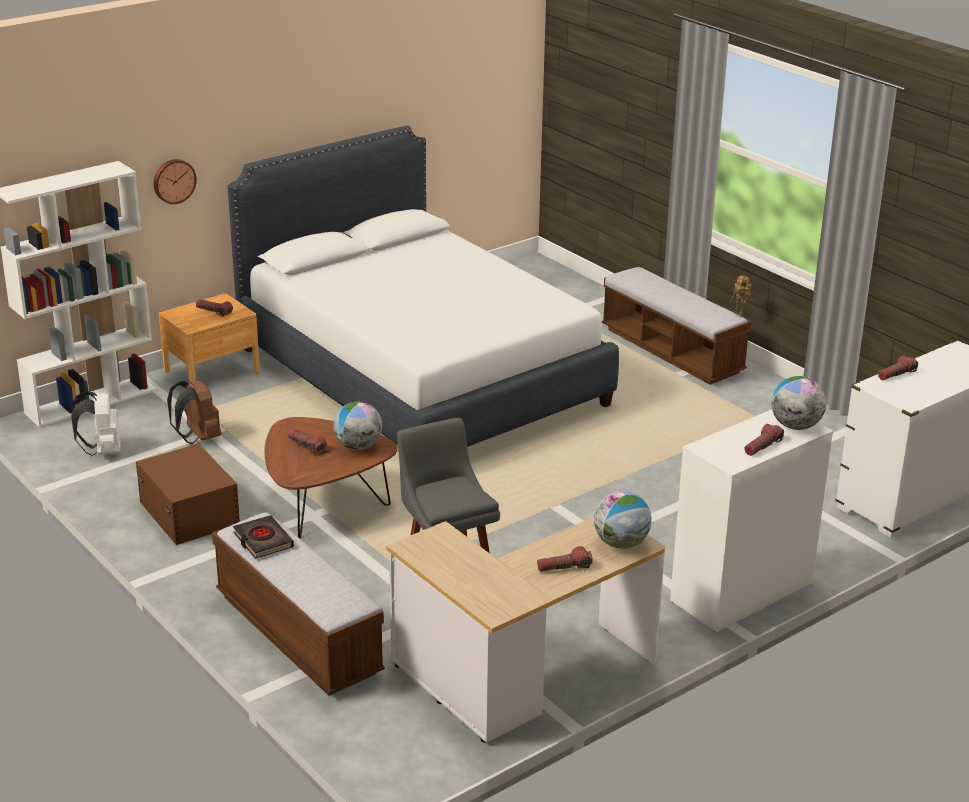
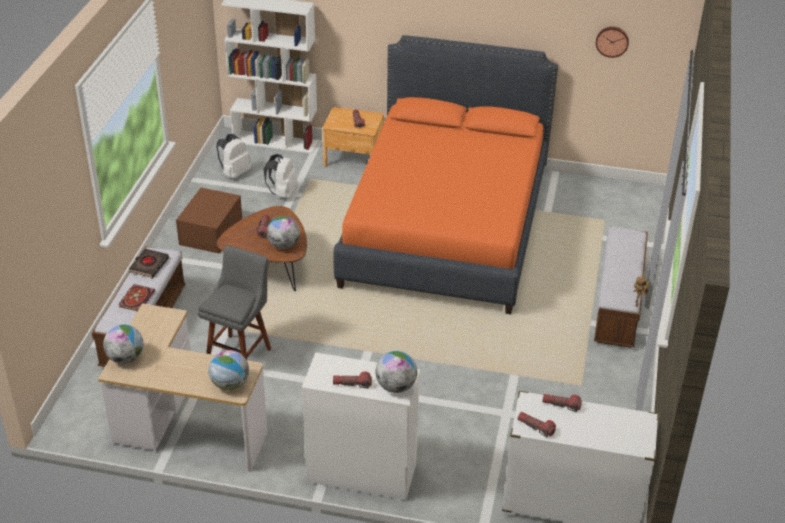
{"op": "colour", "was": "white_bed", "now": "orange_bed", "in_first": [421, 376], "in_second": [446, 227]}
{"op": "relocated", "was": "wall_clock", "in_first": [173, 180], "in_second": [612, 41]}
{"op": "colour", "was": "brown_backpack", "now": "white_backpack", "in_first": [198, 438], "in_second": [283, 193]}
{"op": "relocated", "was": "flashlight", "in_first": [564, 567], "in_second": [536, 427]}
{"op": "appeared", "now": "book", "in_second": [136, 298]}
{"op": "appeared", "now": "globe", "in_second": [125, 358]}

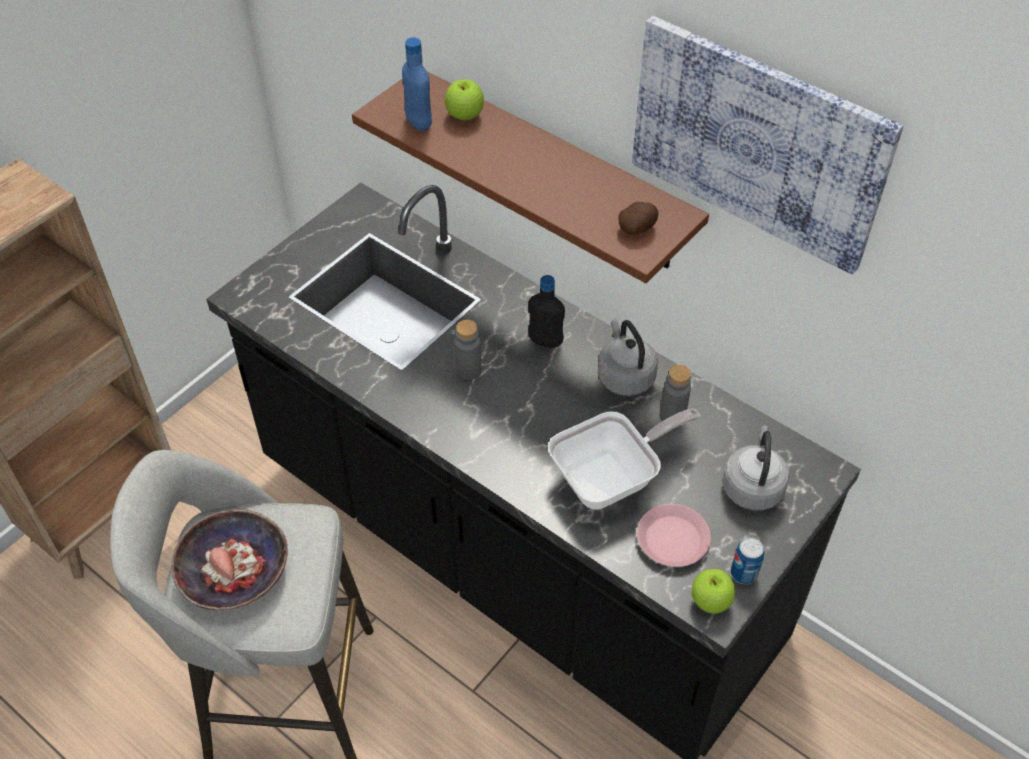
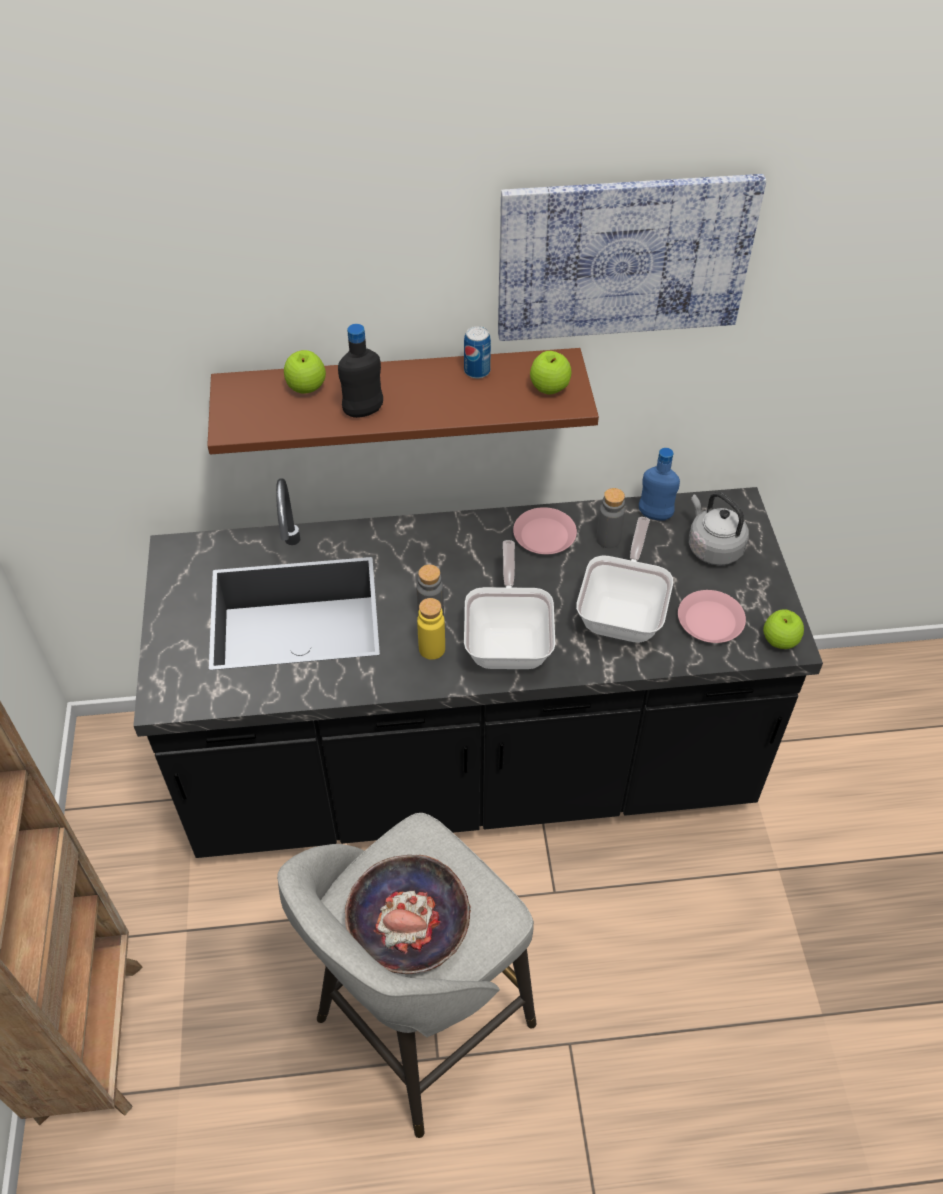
{"op": "relocated", "was": "blue_bottle", "in_first": [419, 123], "in_second": [655, 515]}
{"op": "exchanged", "was": "potato", "now": "apple", "in_first": [637, 229], "in_second": [549, 388]}
{"op": "relocated", "was": "black_bottle", "in_first": [545, 342], "in_second": [363, 411]}
{"op": "exchanged", "was": "grey_kettle", "now": "pink_plate", "in_first": [624, 376], "in_second": [544, 536]}
{"op": "relocated", "was": "can", "in_first": [744, 573], "in_second": [477, 371]}
{"op": "appeared", "now": "frying_pan", "in_second": [509, 640]}
{"op": "appeared", "now": "yellow_bottle", "in_second": [432, 649]}

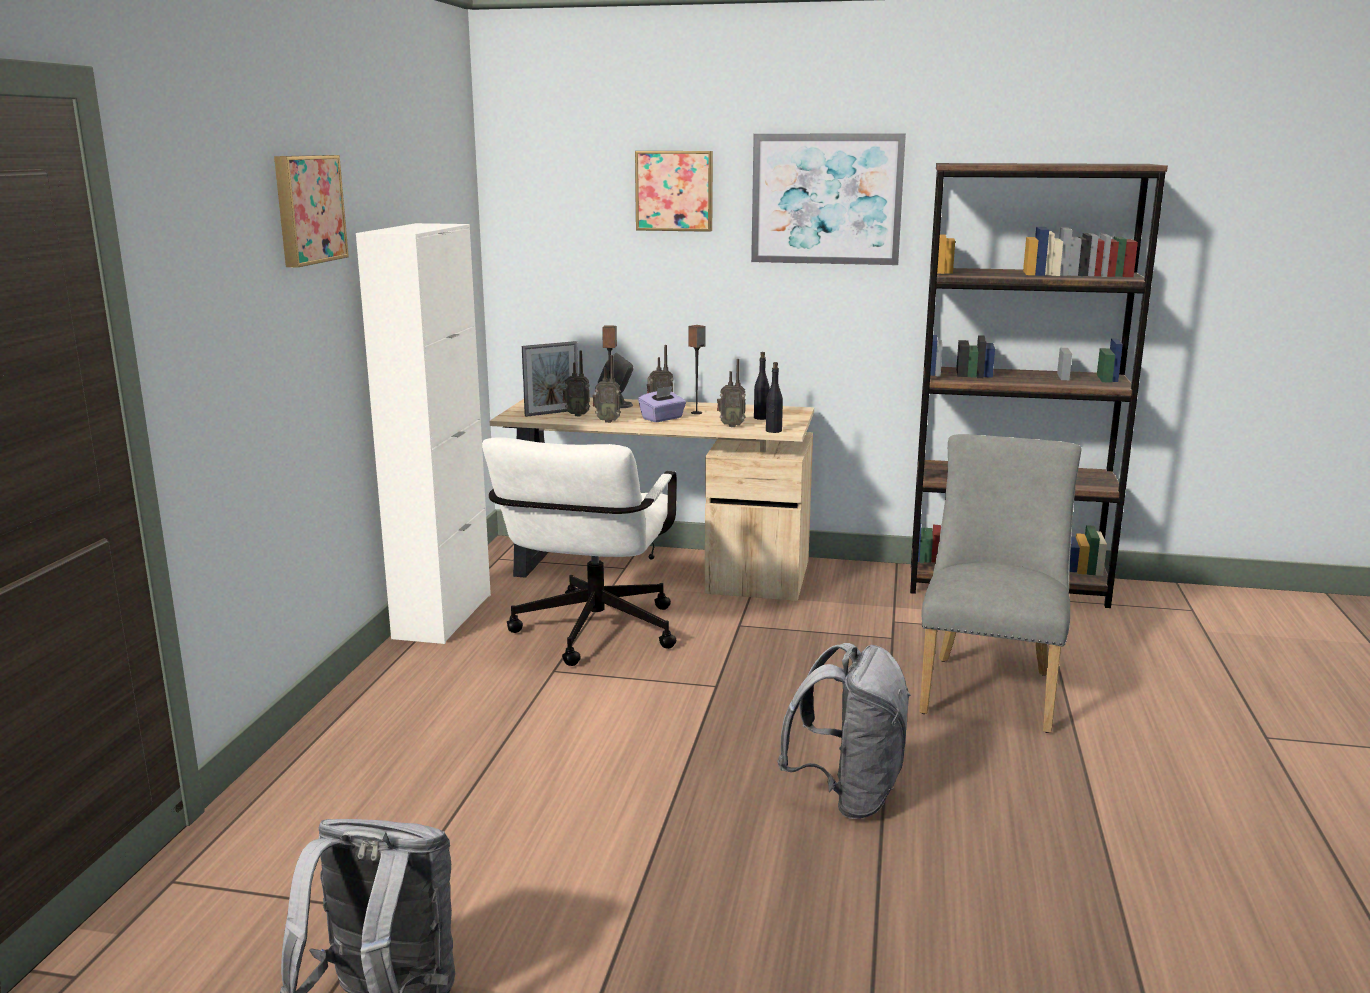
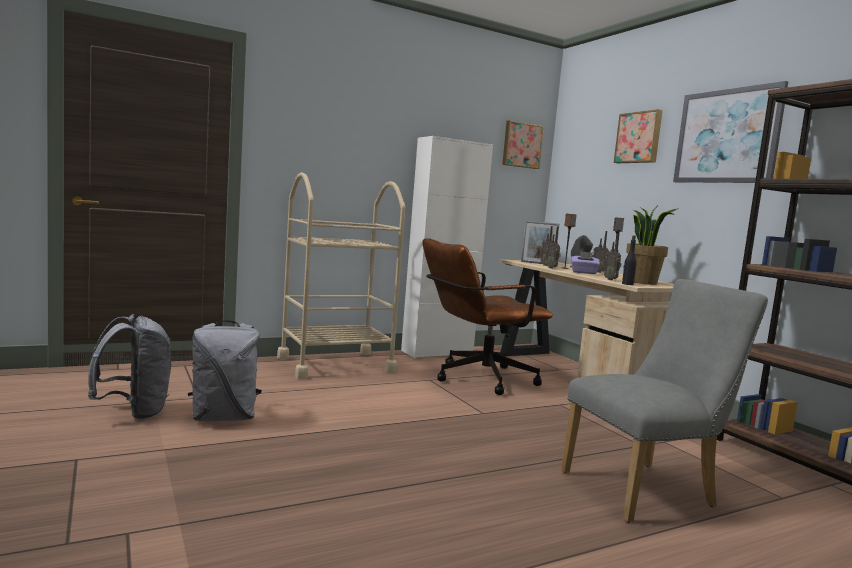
{"op": "relocated", "was": "picture", "in_first": [307, 209], "in_second": [521, 145]}
{"op": "exchanged", "was": "black_bottle", "now": "potted_plant", "in_first": [761, 418], "in_second": [643, 282]}
{"op": "colour", "was": "white_office_chair", "now": "brown_office_chair", "in_first": [591, 636], "in_second": [476, 379]}
{"op": "relocated", "was": "grey_backpack", "in_first": [847, 795], "in_second": [224, 417]}
{"op": "appeared", "now": "beige_cart", "in_second": [336, 364]}

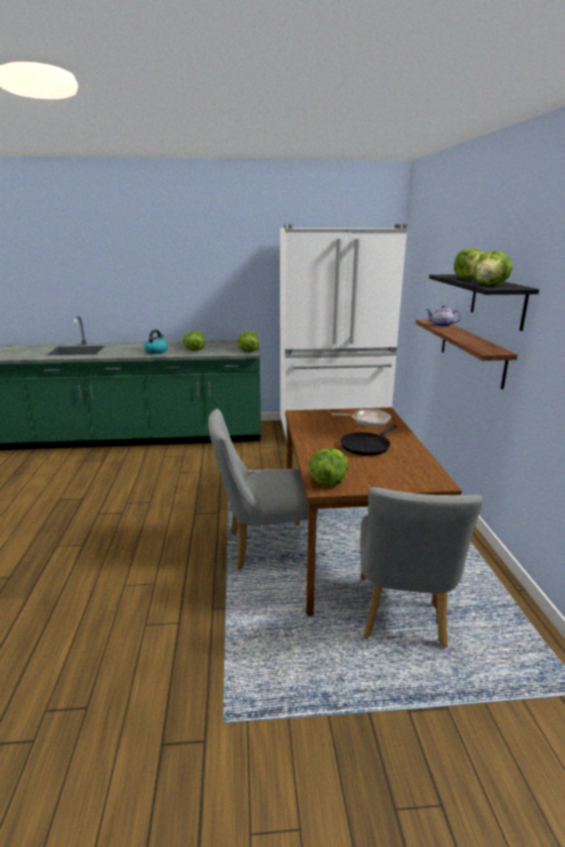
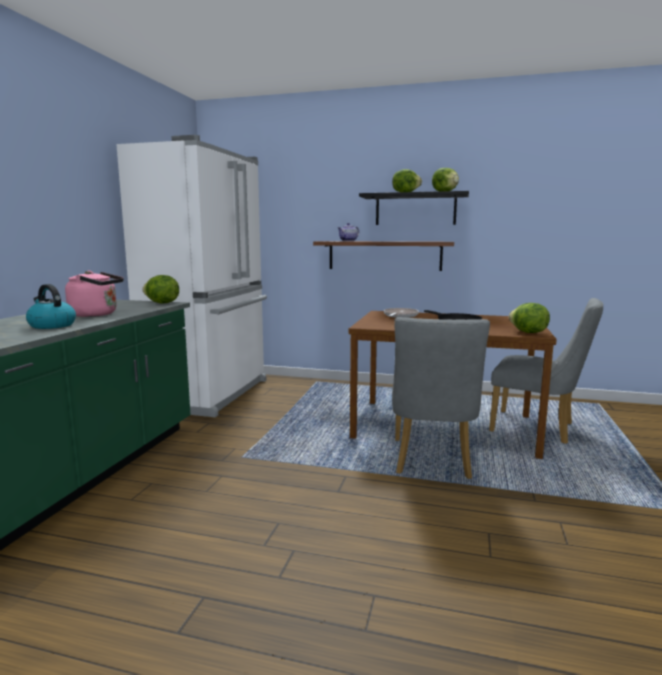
{"op": "exchanged", "was": "lettuce", "now": "pink_kettle", "in_first": [194, 350], "in_second": [97, 314]}

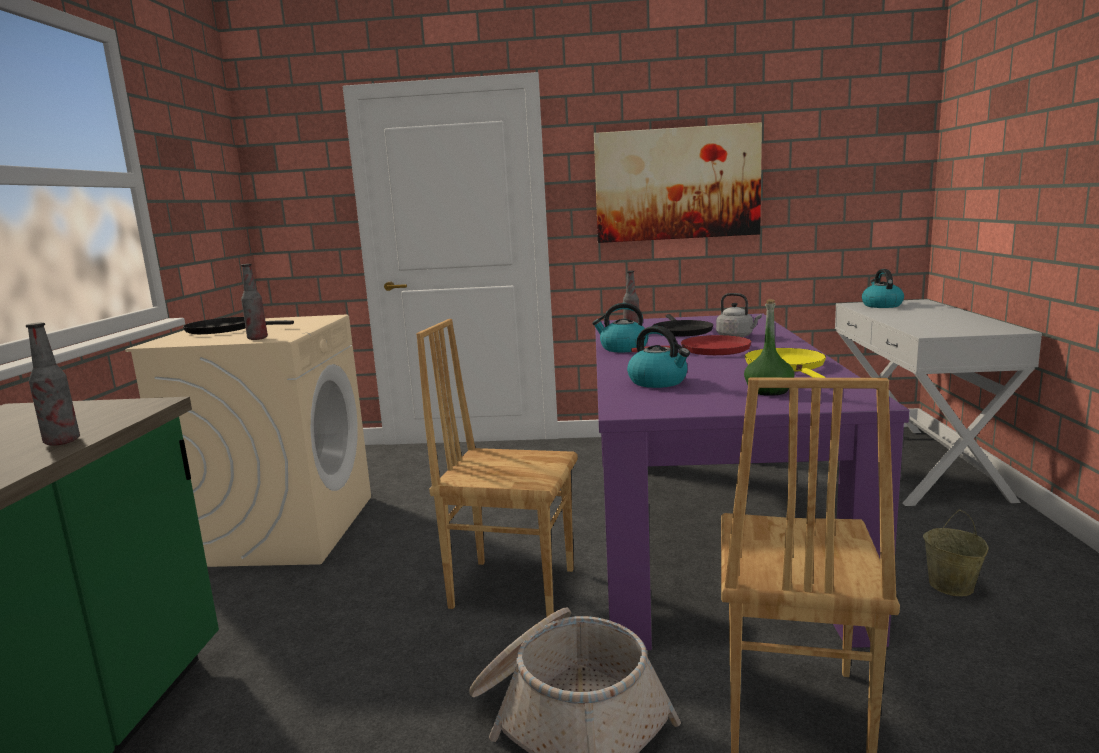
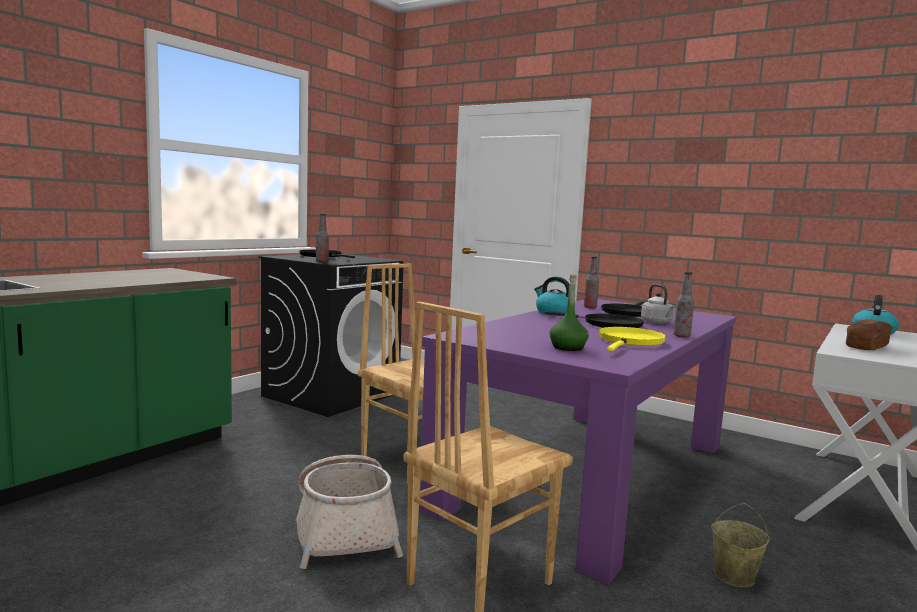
{"op": "missing", "was": "picture", "in_first": [677, 184]}
{"op": "colour", "was": "beige_washing_machine", "now": "black_washing_machine", "in_first": [281, 529], "in_second": [331, 394]}
{"op": "relocated", "was": "bottle", "in_first": [62, 442], "in_second": [681, 336]}
{"op": "missing", "was": "kettle", "in_first": [658, 382]}
{"op": "colour", "was": "red_frying_pan", "now": "black_frying_pan", "in_first": [710, 350], "in_second": [608, 325]}
{"op": "appeared", "now": "bread", "in_second": [867, 346]}

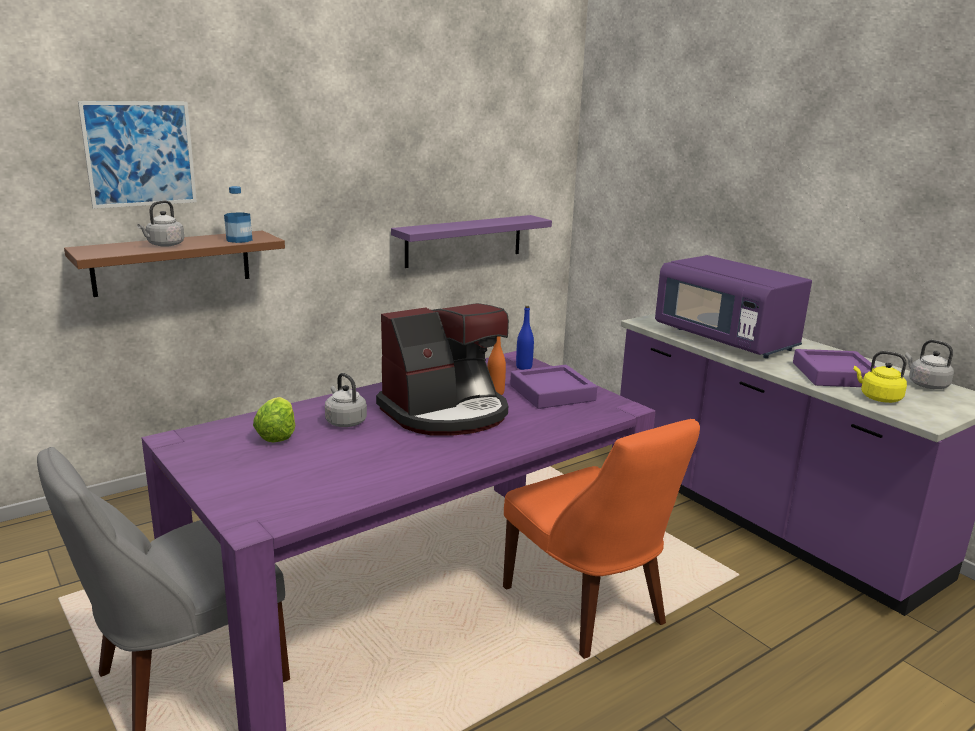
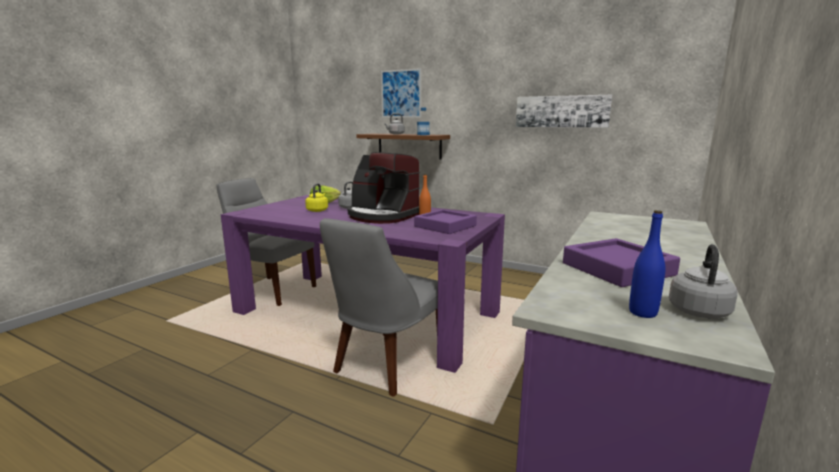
{"op": "missing", "was": "purple_shelf", "in_first": [464, 240]}
{"op": "missing", "was": "purple_microwave", "in_first": [725, 339]}
{"op": "relocated", "was": "blue_bottle", "in_first": [524, 367], "in_second": [642, 313]}
{"op": "relocated", "was": "yellow_kettle", "in_first": [878, 398], "in_second": [317, 210]}
{"op": "colour", "was": "orange_chair", "now": "grey_chair", "in_first": [588, 609], "in_second": [386, 364]}
{"op": "appeared", "now": "picture", "in_second": [561, 111]}

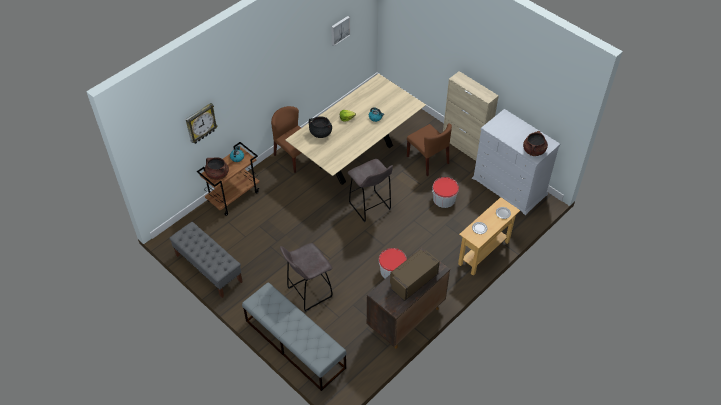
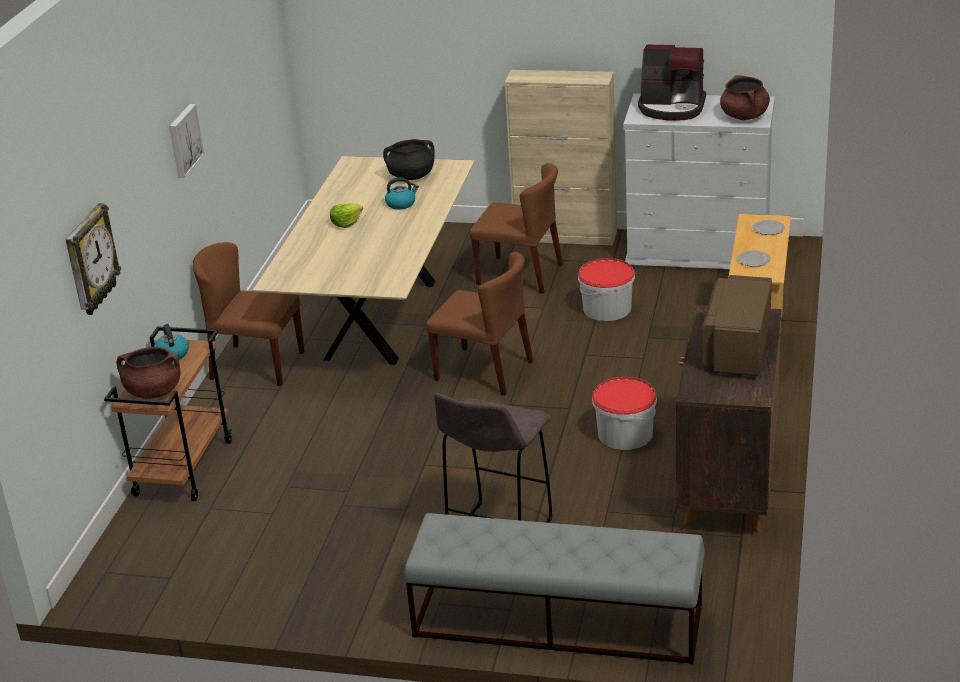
{"op": "relocated", "was": "picture", "in_first": [339, 30], "in_second": [184, 140]}
{"op": "relocated", "was": "black_cooking_pot", "in_first": [320, 133], "in_second": [411, 176]}
{"op": "exchanged", "was": "grey_stool", "now": "brown_chair", "in_first": [370, 207], "in_second": [485, 371]}
{"op": "missing", "was": "grey_bench", "in_first": [208, 268]}
{"op": "appeared", "now": "coffee_machine", "in_second": [672, 108]}

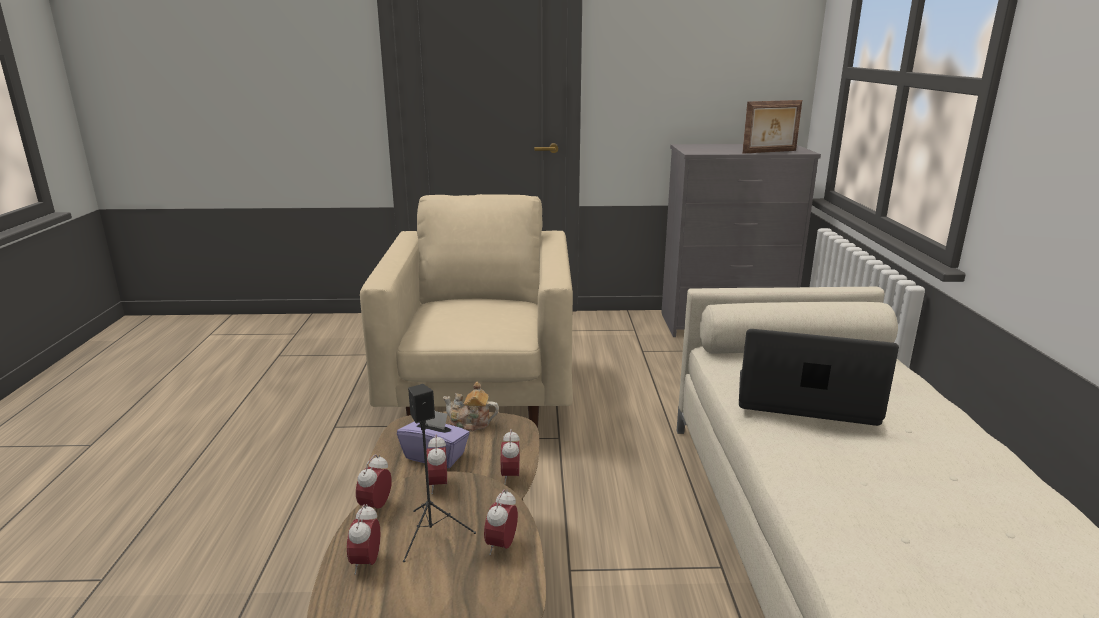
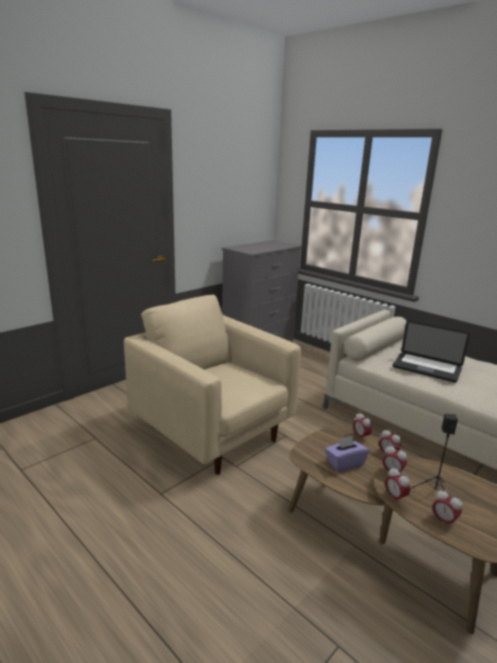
{"op": "missing", "was": "picture_frame", "in_first": [770, 152]}
{"op": "spun", "was": "laptop", "in_first": [805, 400], "in_second": [426, 368], "clockwise": -120}
{"op": "missing", "was": "teapot", "in_first": [470, 423]}
{"op": "relocated", "was": "alarm_clock", "in_first": [502, 546], "in_second": [360, 436]}

